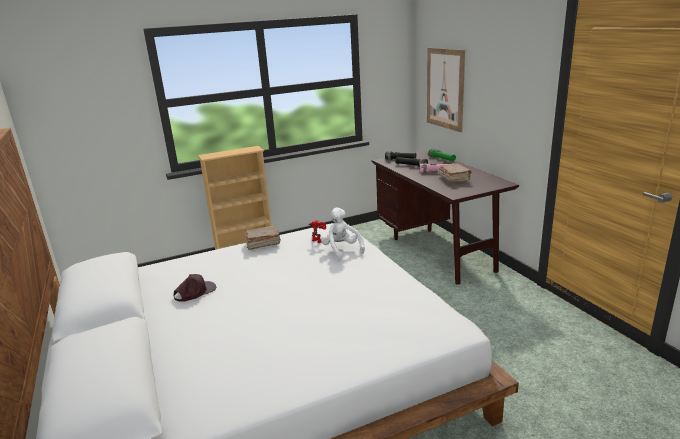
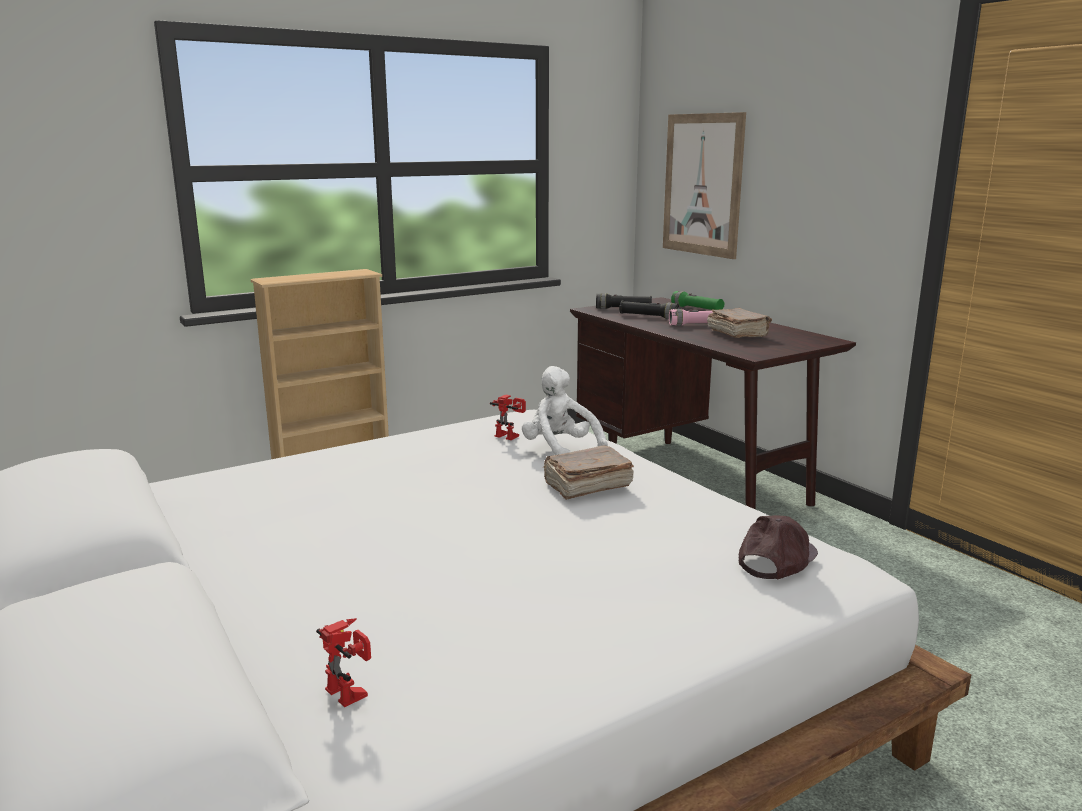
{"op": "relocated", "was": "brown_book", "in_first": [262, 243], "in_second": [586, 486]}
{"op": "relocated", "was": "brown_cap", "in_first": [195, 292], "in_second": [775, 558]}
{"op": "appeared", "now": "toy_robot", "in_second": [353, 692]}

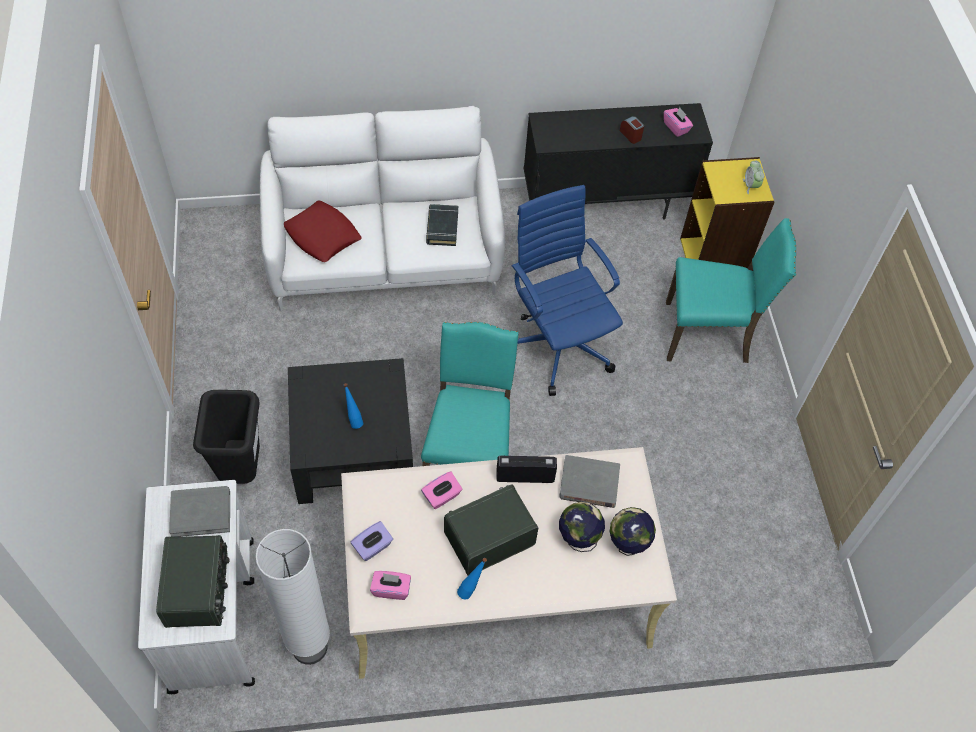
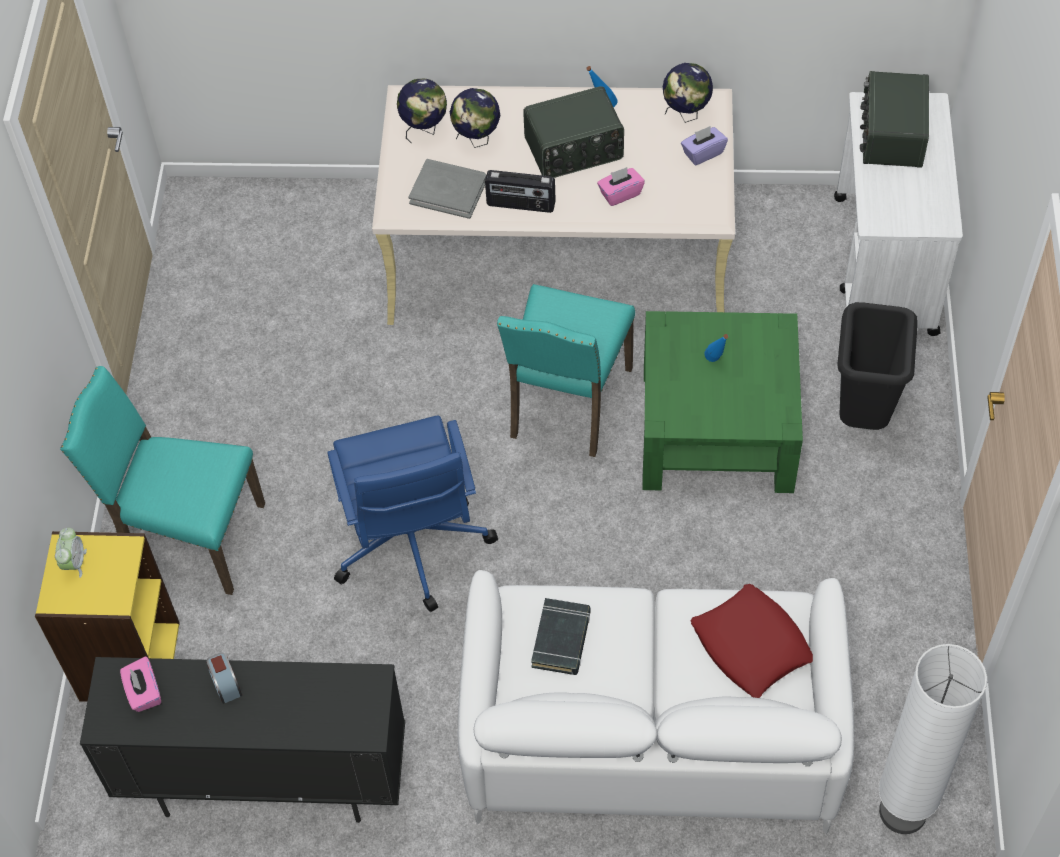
{"op": "colour", "was": "black_coffee_table", "now": "green_coffee_table", "in_first": [353, 448], "in_second": [717, 428]}
{"op": "missing", "was": "grey_book", "in_first": [201, 512]}
{"op": "relocated", "was": "white_floor_lamp", "in_first": [310, 647], "in_second": [902, 812]}
{"op": "exchanged", "was": "pink_tissue_box", "now": "globe", "in_first": [391, 589], "in_second": [686, 114]}

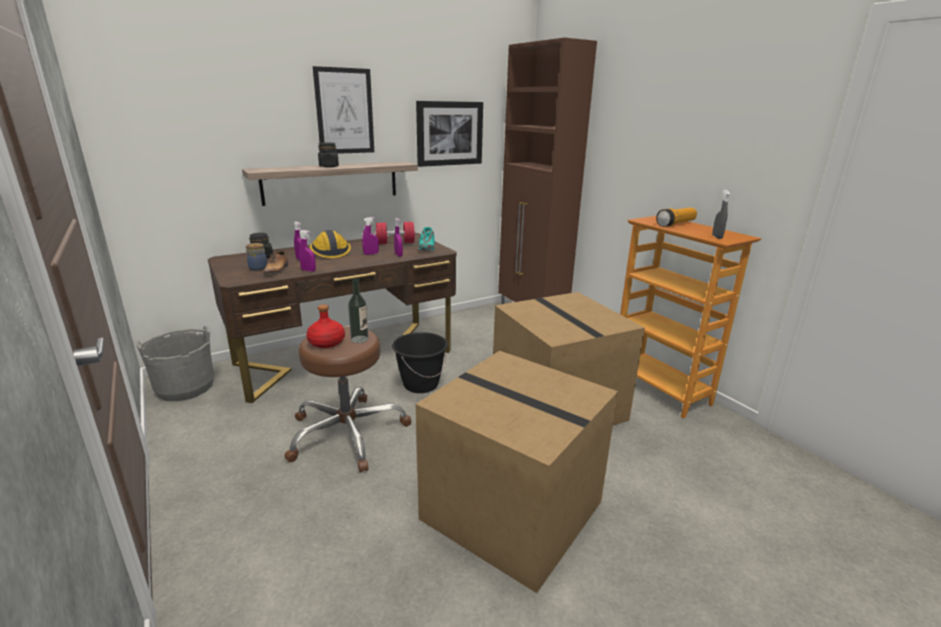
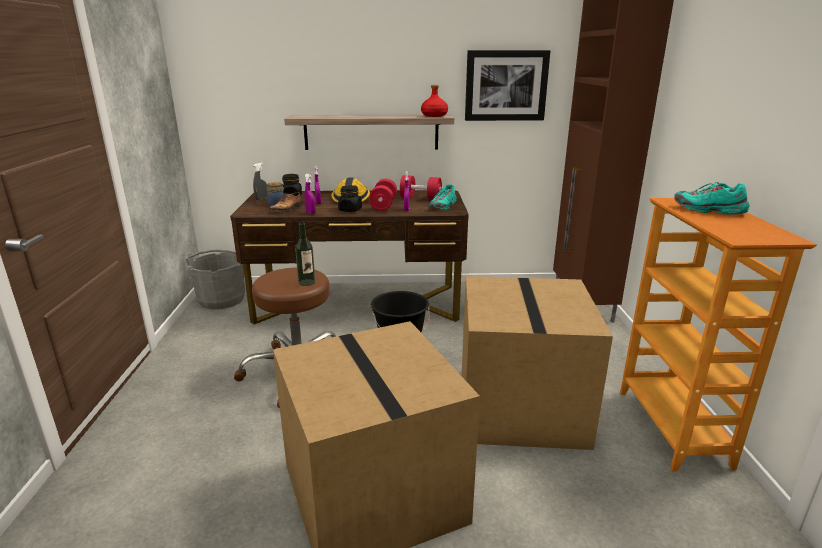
{"op": "missing", "was": "picture", "in_first": [344, 111]}
{"op": "relocated", "was": "black_jar", "in_first": [329, 166], "in_second": [350, 210]}
{"op": "relocated", "was": "grey_spray_bottle", "in_first": [717, 237], "in_second": [261, 199]}
{"op": "exchanged", "was": "flashlight", "now": "turquoise_shoe", "in_first": [675, 224], "in_second": [709, 210]}
{"op": "exchanged", "was": "purple_spray_bottle", "now": "red_dumbbell", "in_first": [371, 254], "in_second": [383, 205]}
{"op": "relocated", "was": "red_bottle", "in_first": [327, 342], "in_second": [434, 115]}

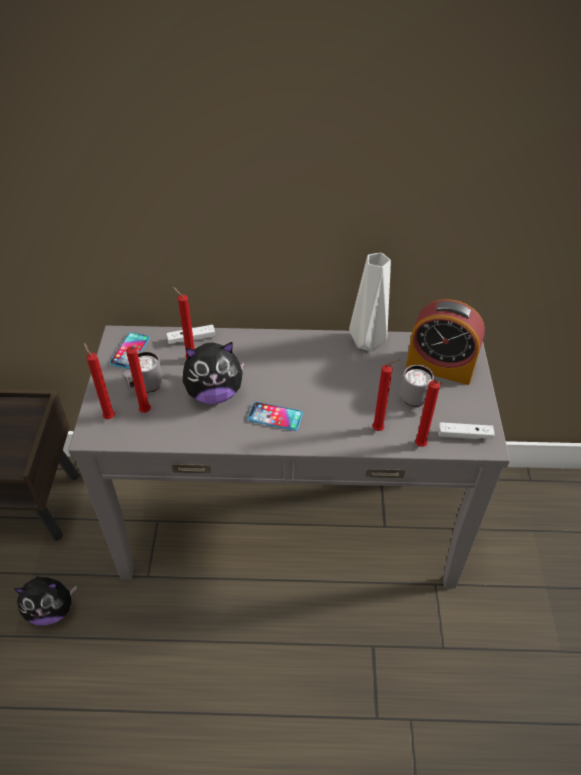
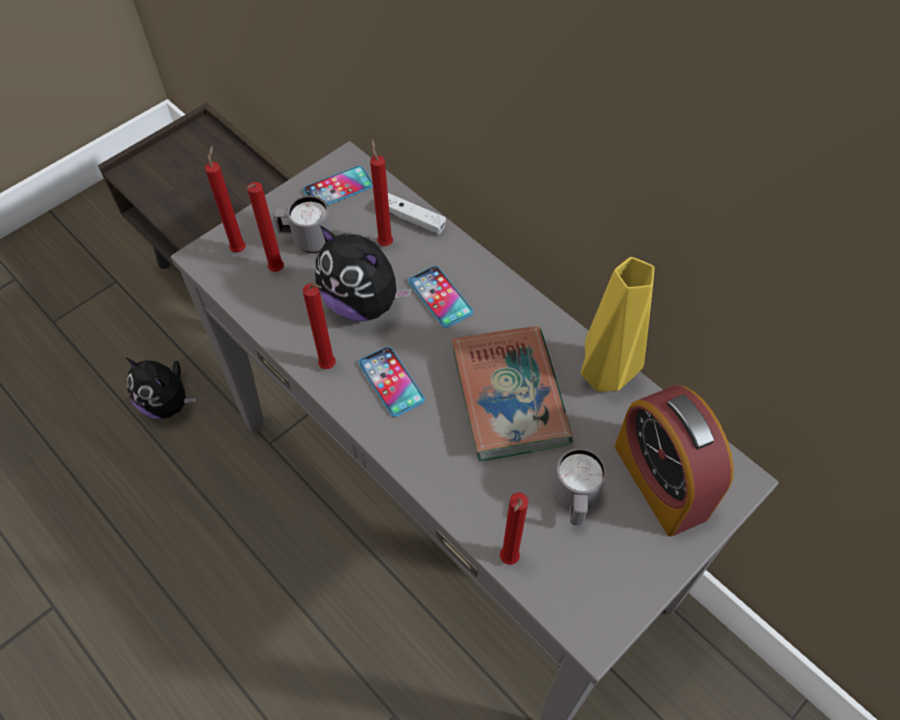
{"op": "colour", "was": "grey_vase", "now": "yellow_vase", "in_first": [367, 344], "in_second": [603, 377]}
{"op": "relocated", "was": "red_candle", "in_first": [379, 429], "in_second": [329, 367]}
{"op": "missing", "was": "white_game_controller", "in_first": [464, 435]}
{"op": "appeared", "now": "phone", "in_second": [440, 297]}
{"op": "appeared", "now": "book", "in_second": [509, 397]}

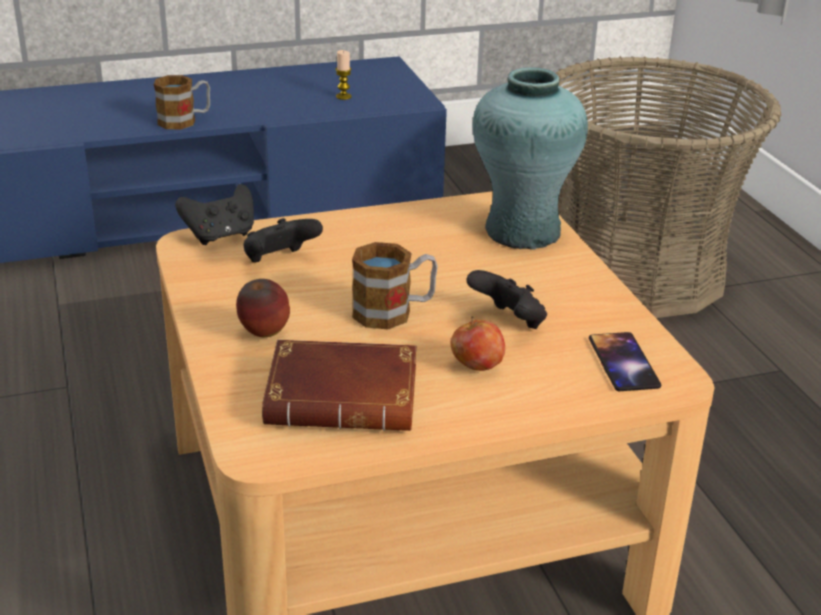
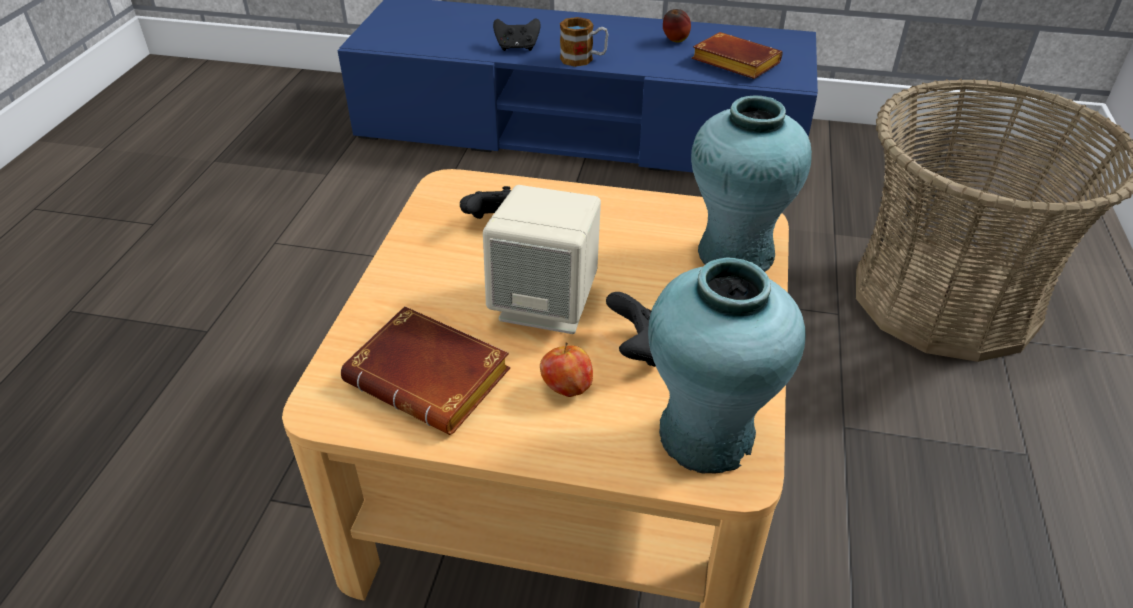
{"op": "exchanged", "was": "candle", "now": "brown_book", "in_first": [343, 96], "in_second": [732, 63]}
{"op": "relocated", "was": "black_game_controller", "in_first": [220, 236], "in_second": [517, 48]}
{"op": "exchanged", "was": "mug", "now": "beige_speaker", "in_first": [394, 312], "in_second": [546, 305]}
{"op": "relocated", "was": "apple", "in_first": [264, 335], "in_second": [675, 41]}
{"op": "exchanged", "was": "phone", "now": "turquoise_vase", "in_first": [623, 362], "in_second": [706, 435]}

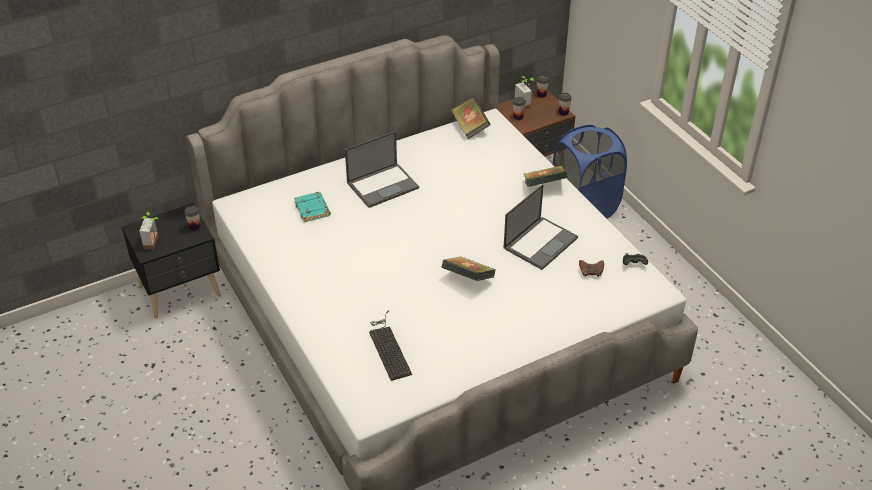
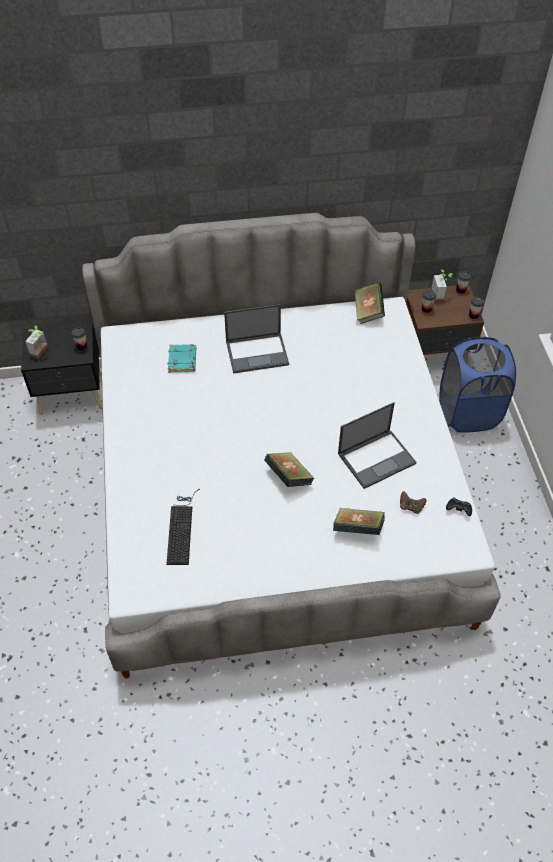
{"op": "relocated", "was": "book", "in_first": [544, 186], "in_second": [357, 529]}

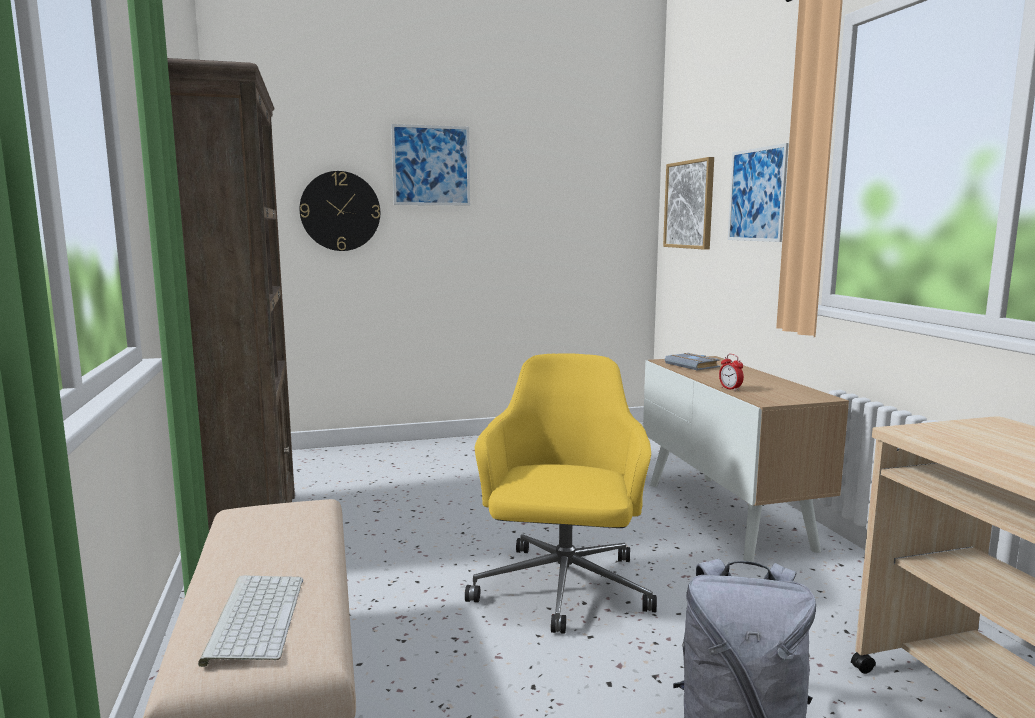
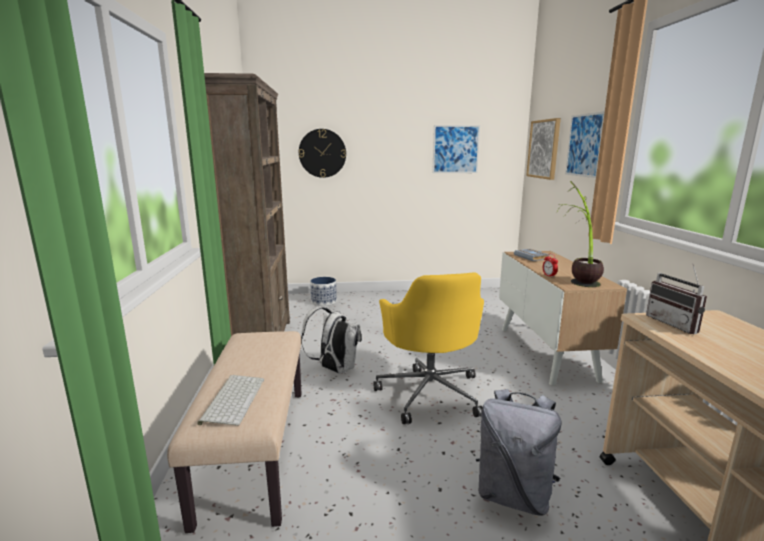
{"op": "relocated", "was": "picture", "in_first": [431, 165], "in_second": [455, 149]}
{"op": "spun", "was": "yellow_office_chair", "in_first": [562, 590], "in_second": [430, 392], "clockwise": 150}
{"op": "appeared", "now": "potted_plant", "in_second": [577, 278]}
{"op": "appeared", "now": "radio", "in_second": [676, 324]}
{"op": "appeared", "now": "planter", "in_second": [324, 302]}
{"op": "appeared", "now": "white_backpack", "in_second": [334, 369]}

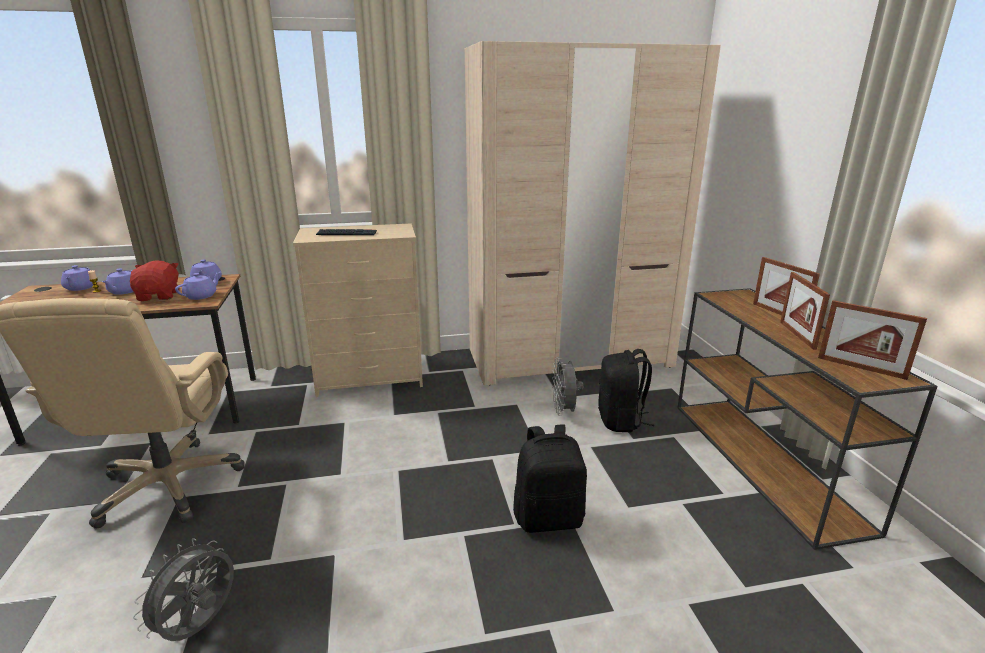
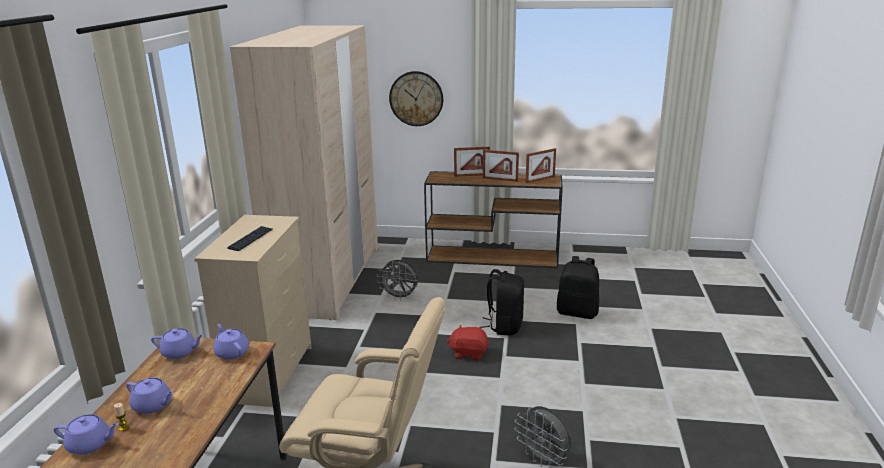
{"op": "relocated", "was": "red_plush_toy", "in_first": [159, 296], "in_second": [468, 353]}
{"op": "relocated", "was": "black_backpack", "in_first": [620, 421], "in_second": [577, 312]}
{"op": "appeared", "now": "wall_clock", "in_second": [416, 98]}

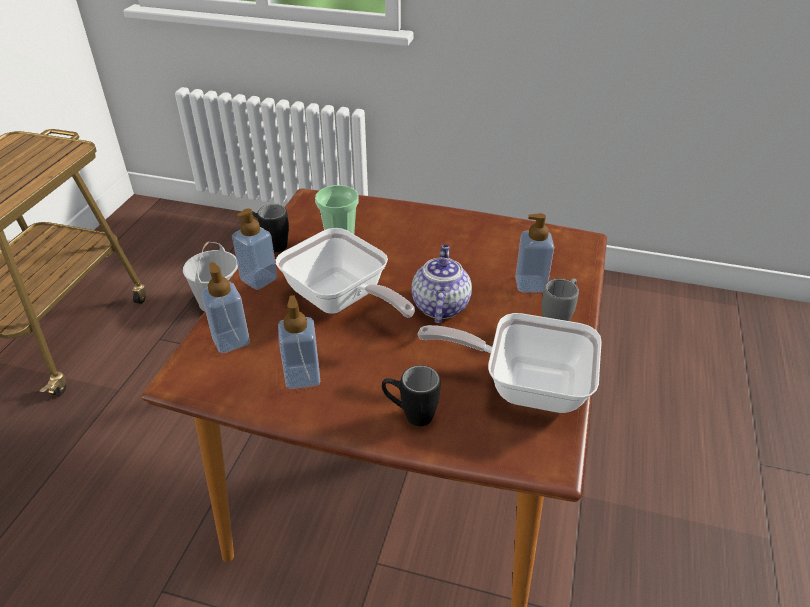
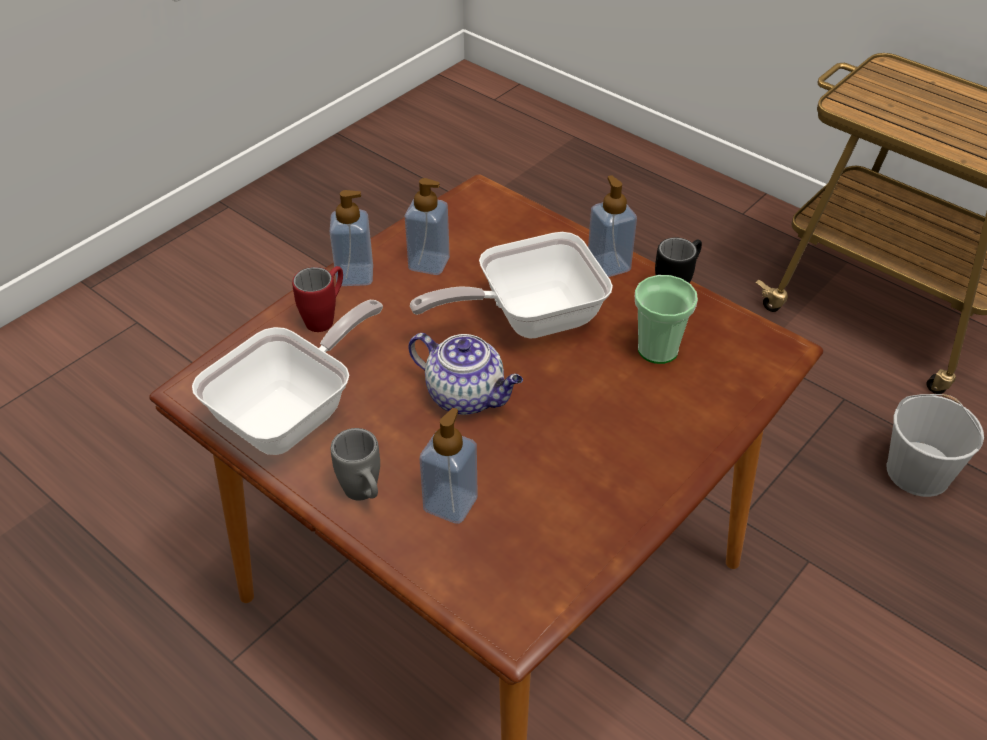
{"op": "relocated", "was": "soap_dispenser", "in_first": [231, 340], "in_second": [355, 275]}
{"op": "colour", "was": "black_mug", "now": "red_mug", "in_first": [410, 415], "in_second": [326, 317]}

